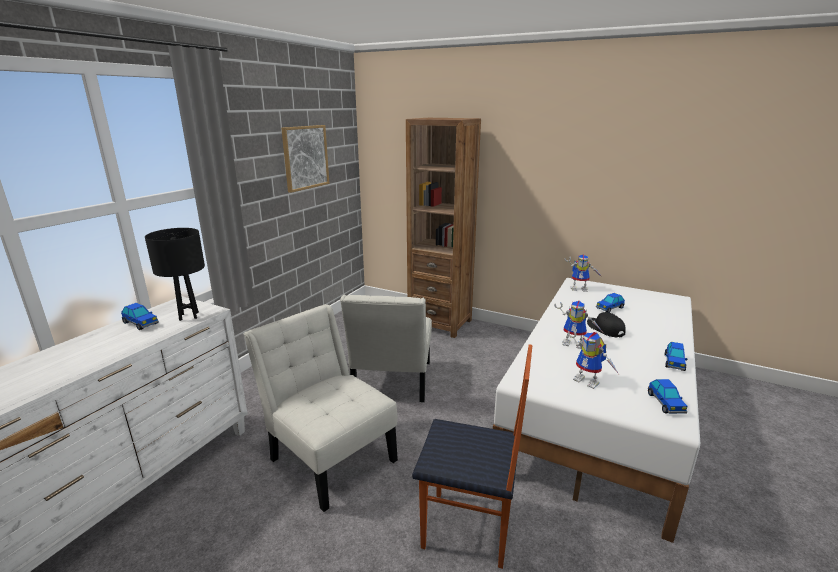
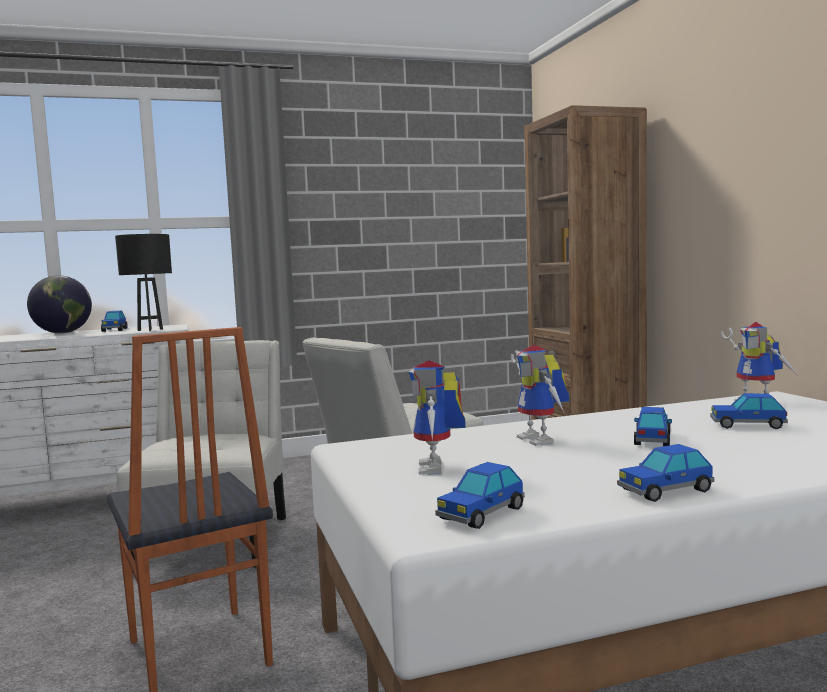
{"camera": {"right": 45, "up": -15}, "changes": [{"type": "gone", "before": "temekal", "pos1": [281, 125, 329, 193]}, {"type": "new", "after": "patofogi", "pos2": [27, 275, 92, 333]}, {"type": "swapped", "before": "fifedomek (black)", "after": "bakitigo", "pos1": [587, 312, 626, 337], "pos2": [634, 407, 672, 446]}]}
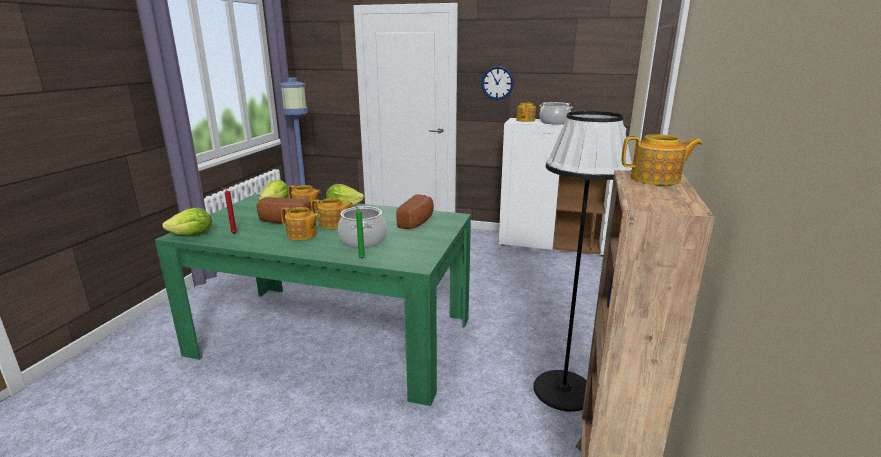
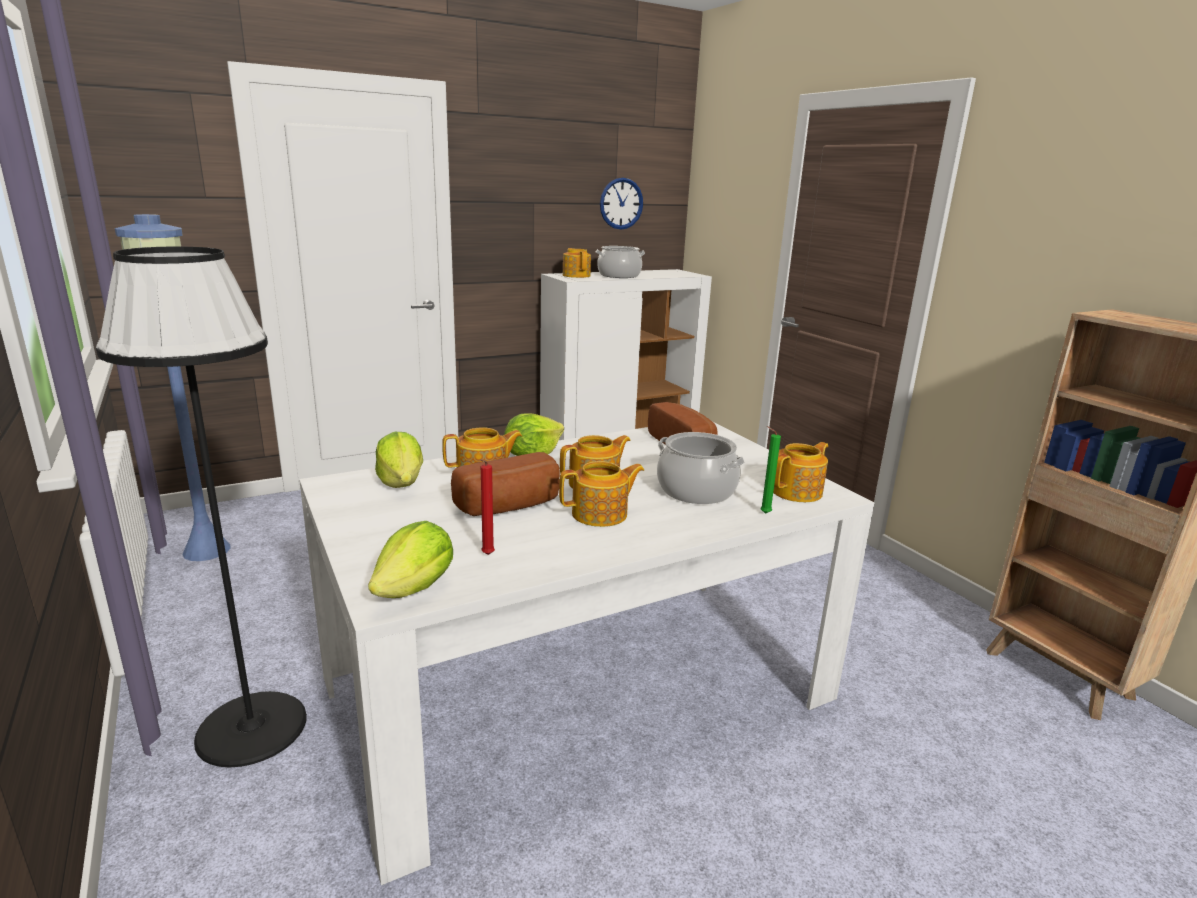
{"camera": {"right": -45, "up": 0}, "changes": [{"type": "shifted", "before": "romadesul", "pos1": [481, 66, 514, 100], "pos2": [600, 178, 643, 230]}, {"type": "shifted", "before": "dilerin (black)", "pos1": [533, 111, 633, 412], "pos2": [96, 247, 307, 768]}, {"type": "shifted", "before": "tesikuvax", "pos1": [621, 134, 702, 185], "pos2": [773, 442, 828, 502]}, {"type": "repainted", "before": "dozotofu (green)", "after": "dozotofu (white)", "pos1": [155, 194, 471, 406], "pos2": [299, 422, 874, 885]}]}
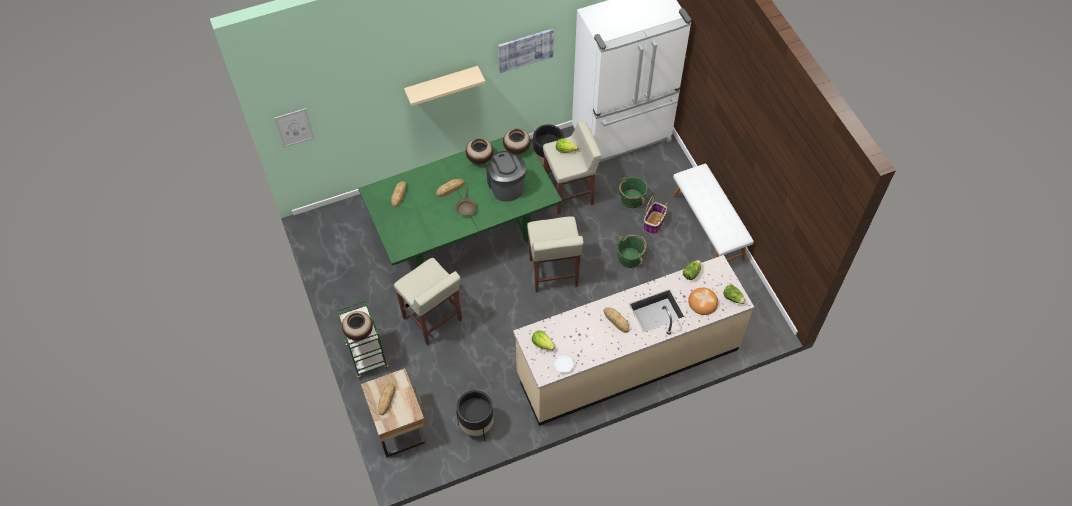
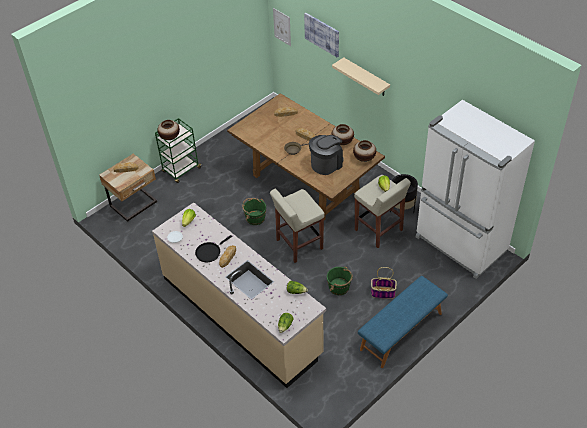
{"camera": {"right": 70, "up": -10}, "changes": [{"type": "gone", "before": "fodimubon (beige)", "pos1": [394, 258, 462, 345]}, {"type": "gone", "before": "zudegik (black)", "pos1": [456, 390, 494, 441]}, {"type": "gone", "before": "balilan", "pos1": [688, 288, 718, 315]}, {"type": "new", "after": "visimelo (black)", "pos2": [195, 235, 232, 262]}, {"type": "shifted", "before": "temekal", "pos1": [498, 28, 554, 73], "pos2": [304, 13, 339, 58]}, {"type": "shifted", "before": "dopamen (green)", "pos1": [619, 177, 647, 208], "pos2": [242, 198, 266, 225]}, {"type": "repainted", "before": "dozotofu (green)", "after": "dozotofu (brown)", "pos1": [358, 137, 562, 267], "pos2": [227, 93, 385, 220]}, {"type": "repainted", "before": "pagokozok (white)", "after": "pagokozok (blue)", "pos1": [673, 164, 754, 261], "pos2": [358, 276, 448, 368]}]}
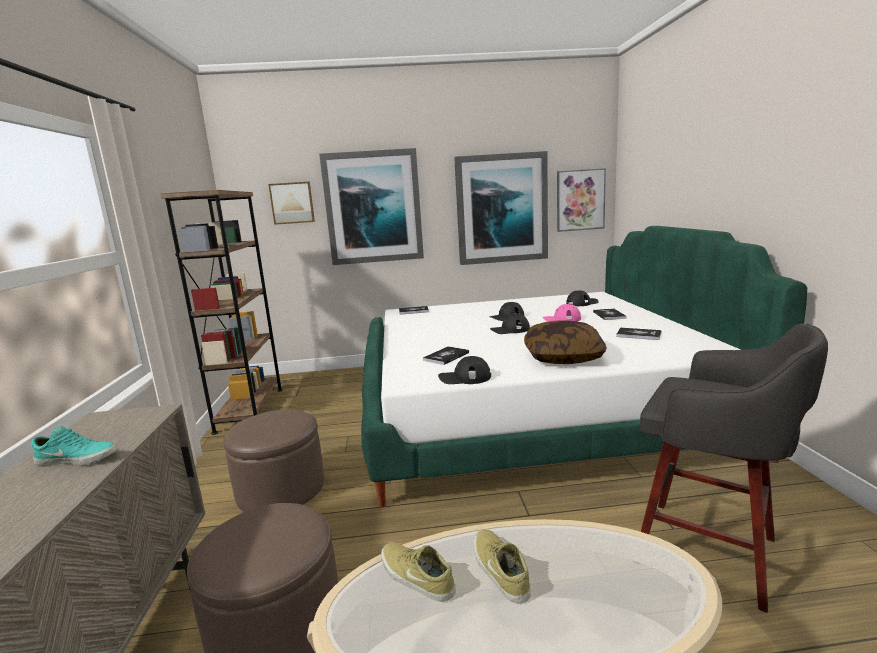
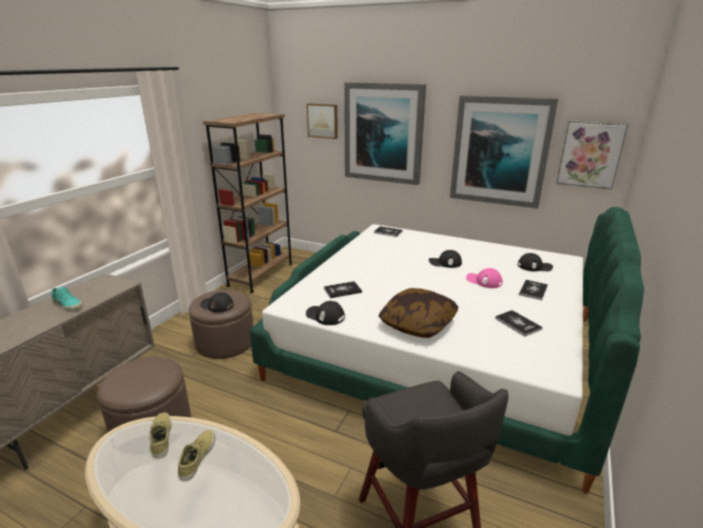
{"camera": {"right": 30, "up": 10}, "changes": [{"type": "shifted", "before": "fifedomek (black)", "pos1": [490, 313, 530, 334], "pos2": [200, 292, 234, 313]}]}
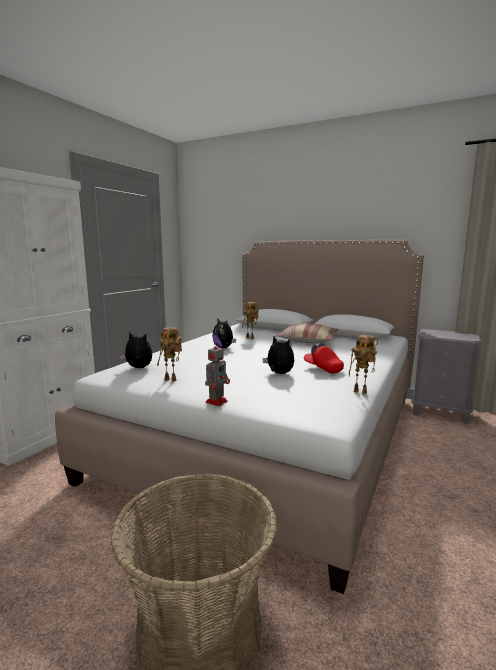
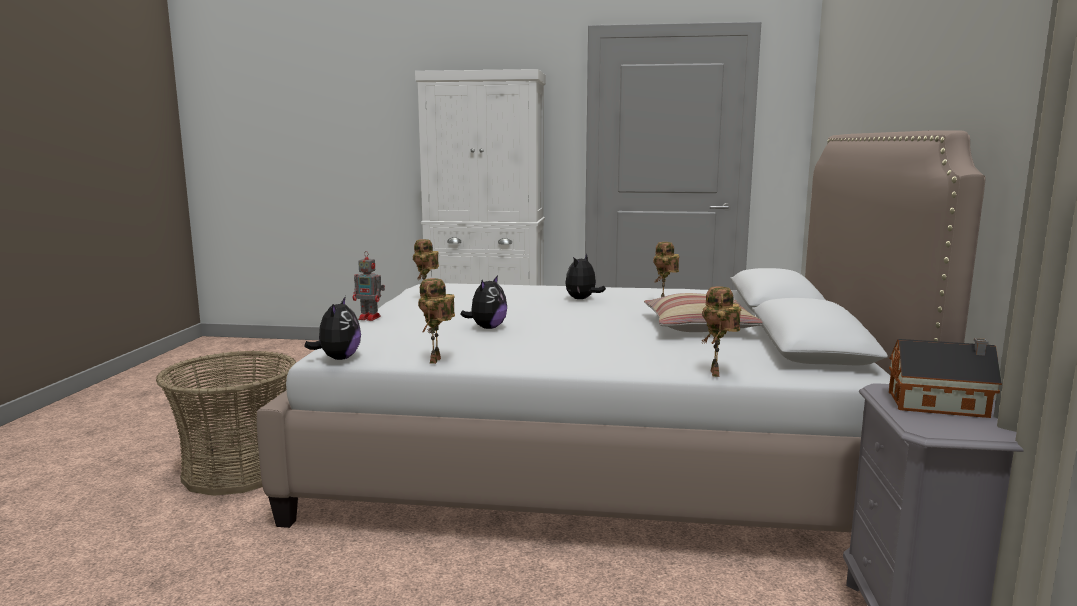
{"camera": {"right": 70, "up": 0}, "changes": [{"type": "gone", "before": "fifedomek (red)", "pos1": [304, 343, 344, 373]}, {"type": "new", "after": "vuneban", "pos2": [701, 286, 741, 377]}, {"type": "new", "after": "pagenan", "pos2": [889, 338, 1002, 418]}, {"type": "shifted", "before": "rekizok", "pos1": [120, 332, 152, 368], "pos2": [304, 296, 361, 360]}]}
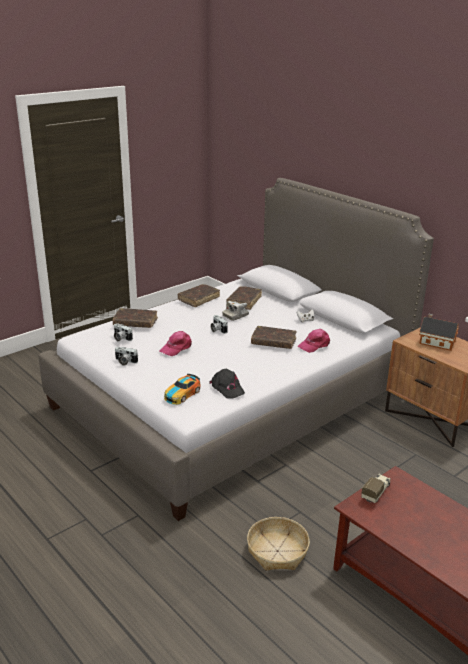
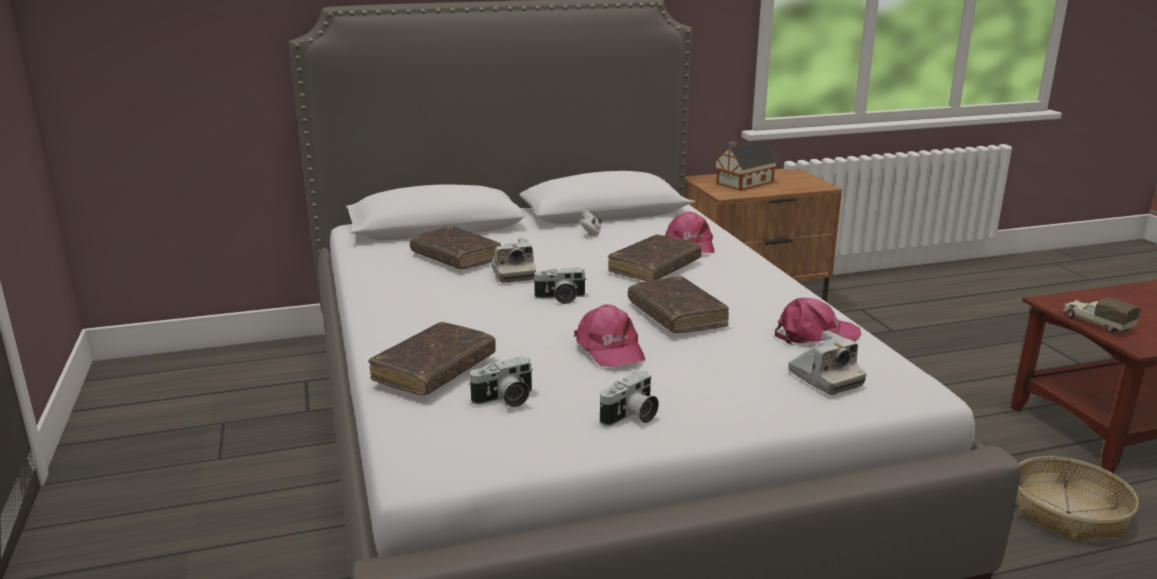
{"camera": {"right": -65, "up": -5}, "changes": [{"type": "shifted", "before": "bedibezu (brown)", "pos1": [178, 284, 220, 307], "pos2": [628, 276, 729, 333]}, {"type": "swapped", "before": "bakitigo", "after": "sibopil", "pos1": [164, 374, 200, 405], "pos2": [788, 330, 866, 395]}, {"type": "repainted", "before": "fifedomek (black)", "after": "fifedomek (pink)", "pos1": [209, 369, 245, 398], "pos2": [775, 298, 862, 345]}]}
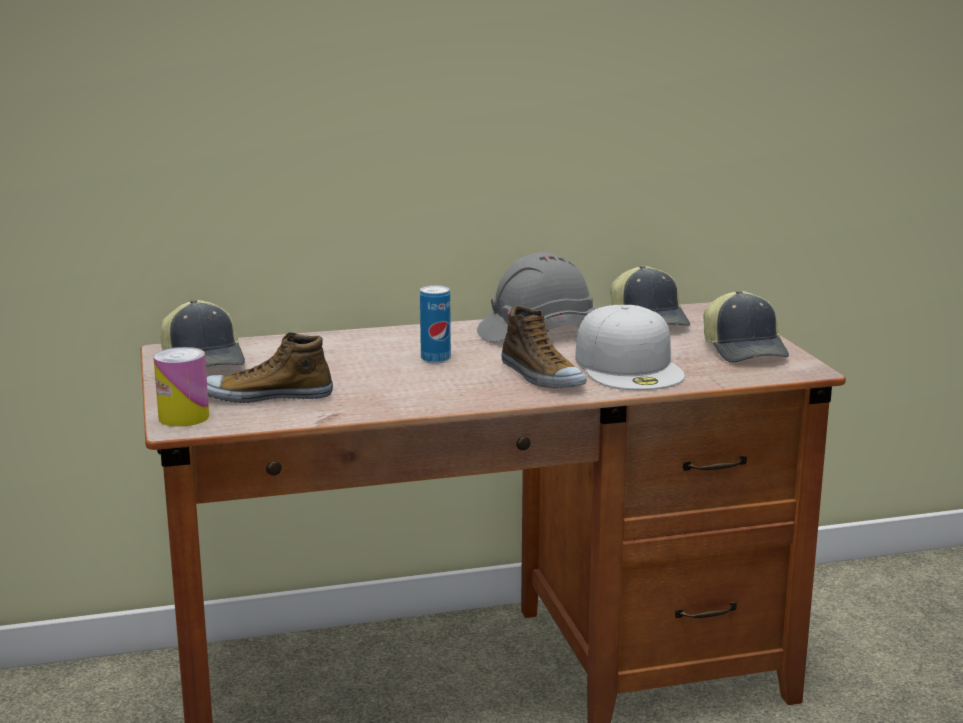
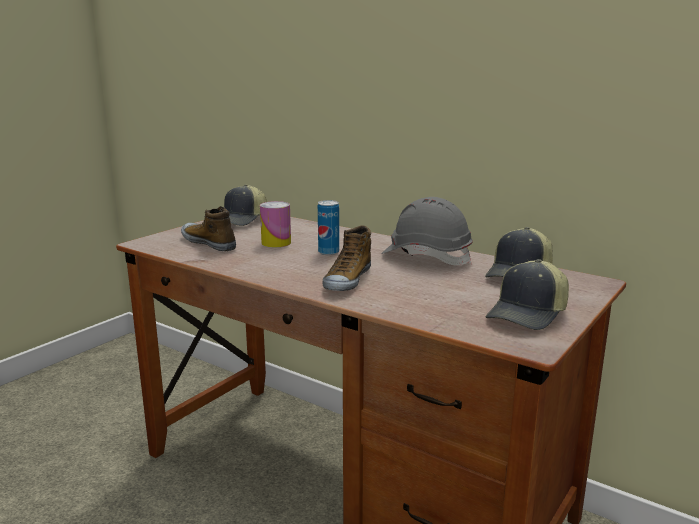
{"camera": {"right": 50, "up": 0}, "changes": [{"type": "gone", "before": "fifedomek (white)", "pos1": [575, 305, 685, 390]}, {"type": "shifted", "before": "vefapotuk", "pos1": [153, 347, 209, 427], "pos2": [260, 201, 291, 247]}]}
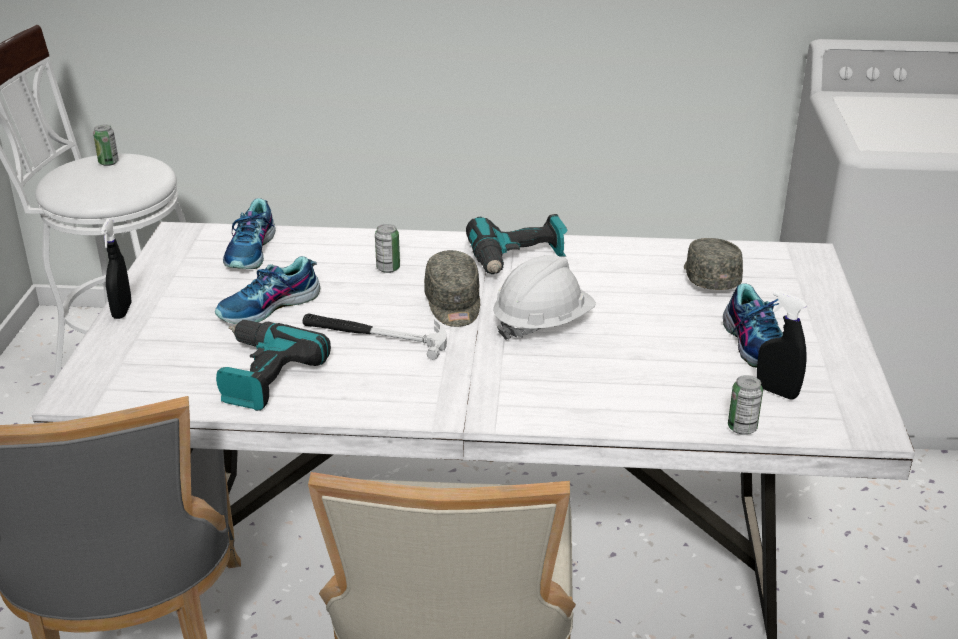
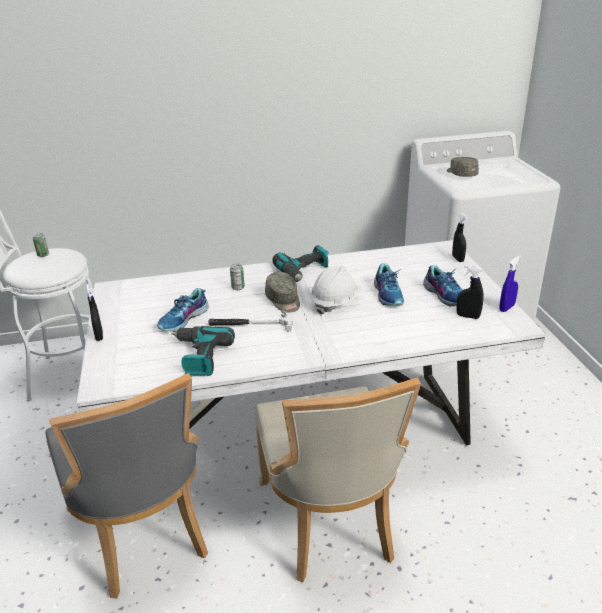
{"camera": {"right": -15, "up": 0}, "changes": [{"type": "gone", "before": "vefapotuk", "pos1": [728, 375, 763, 435]}, {"type": "new", "after": "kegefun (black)", "pos2": [452, 213, 467, 262]}, {"type": "new", "after": "kegefun (blue)", "pos2": [499, 255, 521, 312]}, {"type": "shifted", "before": "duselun", "pos1": [223, 198, 276, 269], "pos2": [374, 263, 404, 305]}, {"type": "shifted", "before": "fifedomek (grey)", "pos1": [684, 238, 743, 290], "pos2": [447, 157, 479, 177]}]}
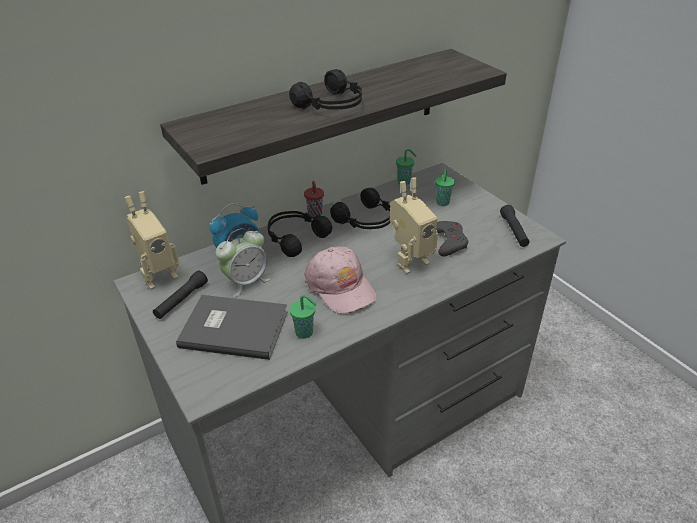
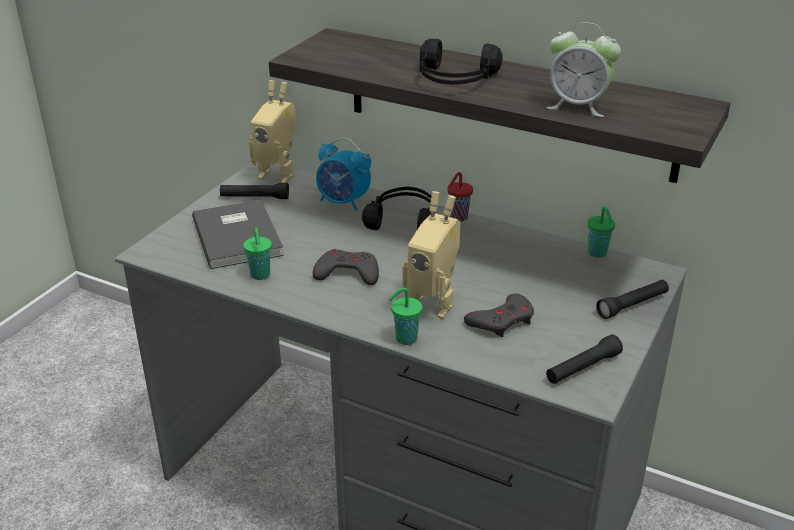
{"camera": {"right": 60, "up": -5}, "changes": [{"type": "gone", "before": "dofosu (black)", "pos1": [330, 188, 390, 229]}, {"type": "new", "after": "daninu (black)", "pos2": [596, 280, 669, 319]}, {"type": "shifted", "before": "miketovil", "pos1": [216, 228, 270, 297], "pos2": [546, 22, 621, 117]}, {"type": "shifted", "before": "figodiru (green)", "pos1": [435, 169, 455, 206], "pos2": [388, 288, 422, 345]}, {"type": "swapped", "before": "fifedomek (pink)", "after": "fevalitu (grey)", "pos1": [304, 246, 377, 314], "pos2": [313, 249, 379, 285]}]}
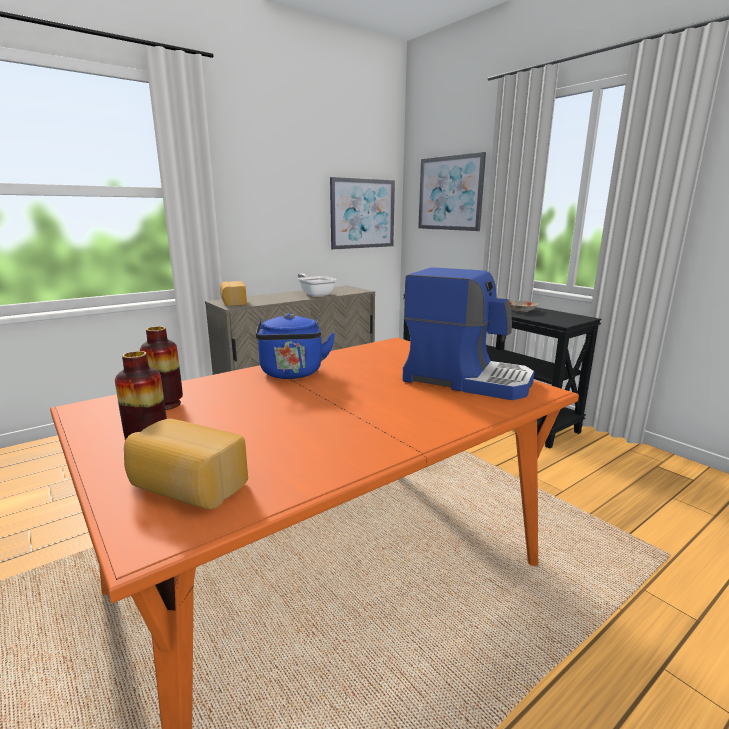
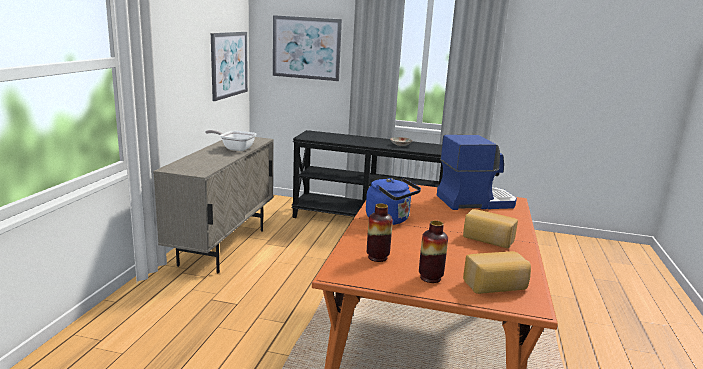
{"camera": {"right": -40, "up": 0}, "changes": [{"type": "shifted", "before": "balilan", "pos1": [220, 281, 247, 306], "pos2": [463, 209, 518, 248]}]}
